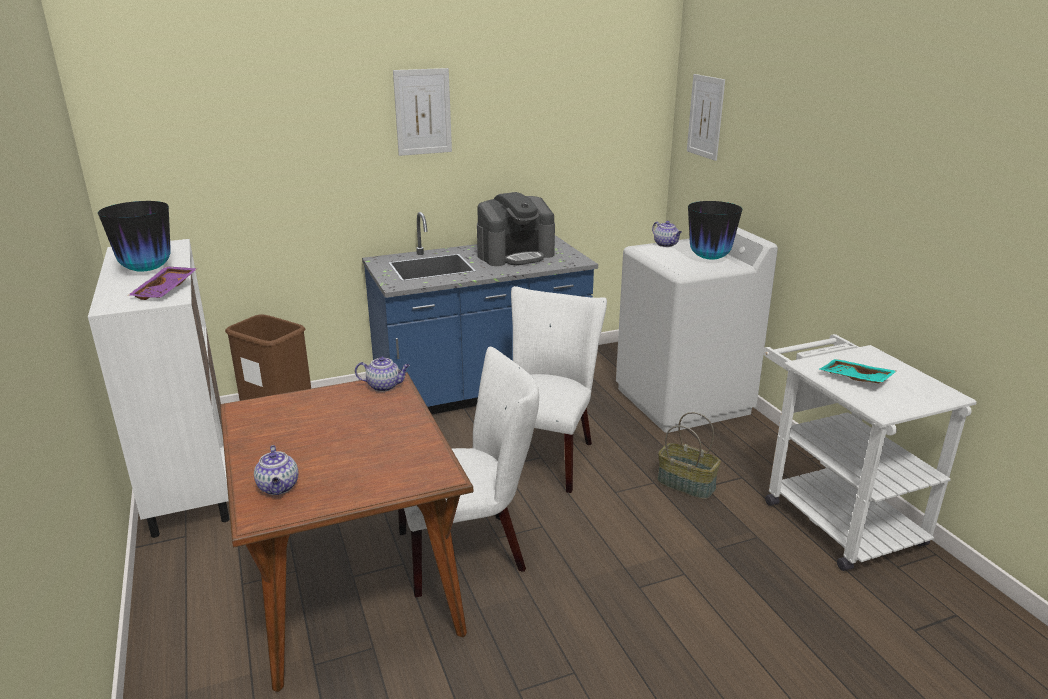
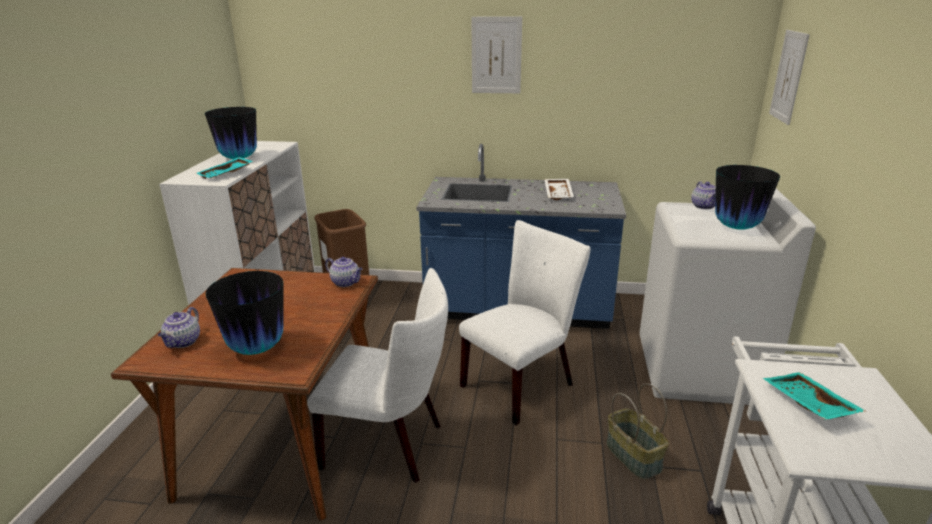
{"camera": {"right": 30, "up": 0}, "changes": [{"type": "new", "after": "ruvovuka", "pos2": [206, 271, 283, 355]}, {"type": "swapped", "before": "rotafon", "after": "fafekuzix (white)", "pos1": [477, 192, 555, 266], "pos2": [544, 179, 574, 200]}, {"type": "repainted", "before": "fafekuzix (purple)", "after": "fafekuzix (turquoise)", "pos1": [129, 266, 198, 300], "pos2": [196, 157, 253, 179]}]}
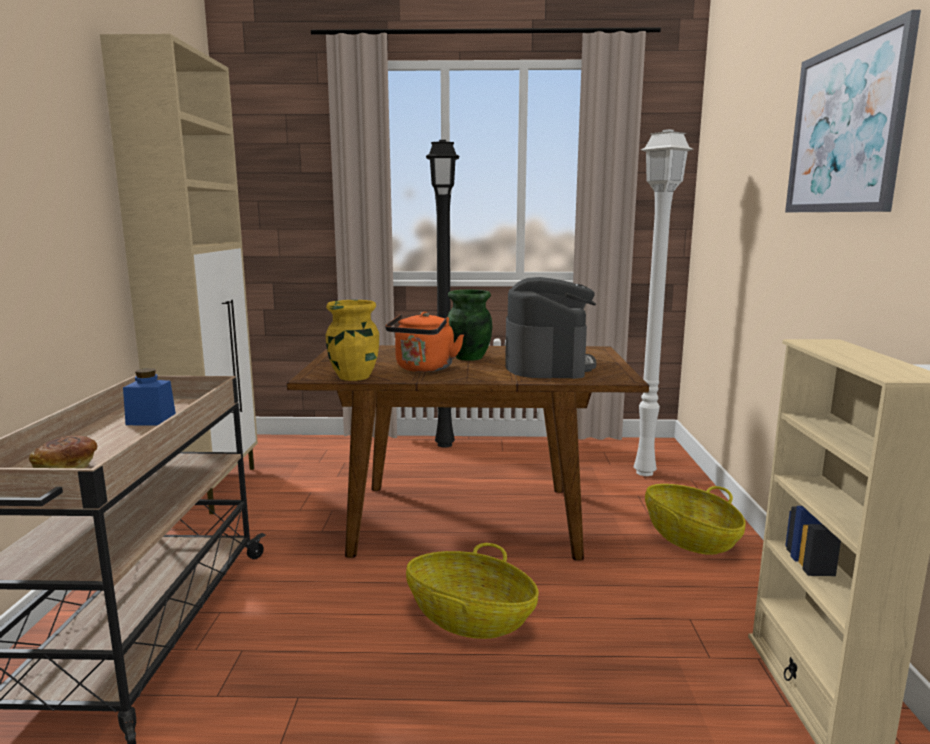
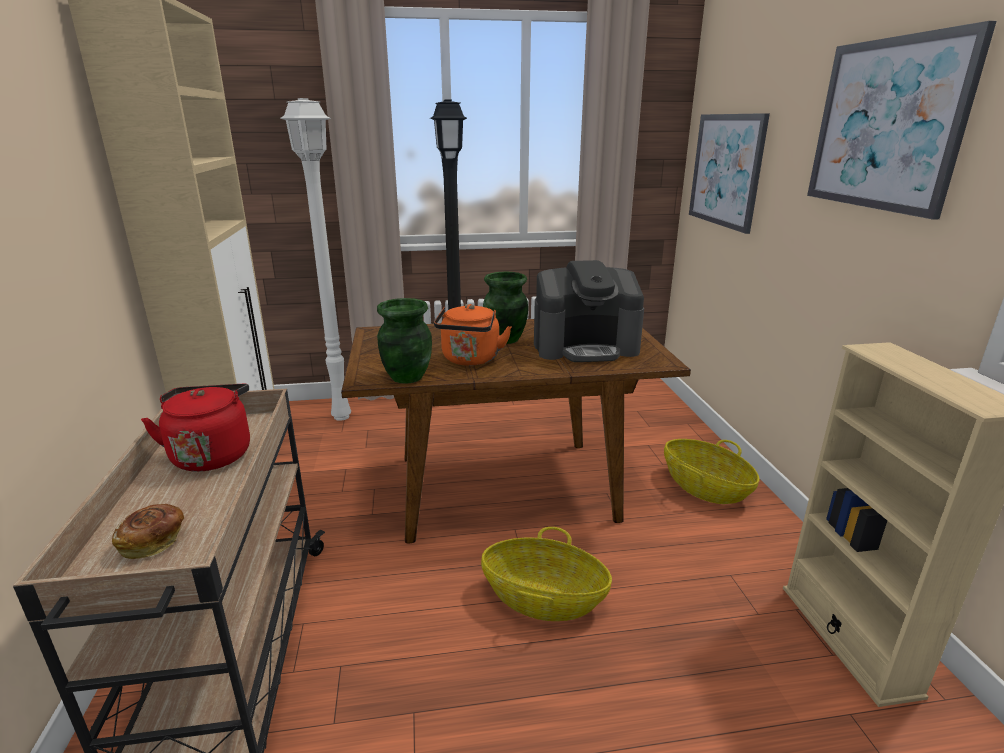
{"camera": {"right": -10, "up": 10}, "changes": [{"type": "new", "after": "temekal", "pos2": [689, 113, 770, 234]}, {"type": "shifted", "before": "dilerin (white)", "pos1": [634, 129, 693, 476], "pos2": [280, 98, 351, 421]}, {"type": "swapped", "before": "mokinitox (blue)", "after": "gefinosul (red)", "pos1": [123, 368, 176, 426], "pos2": [141, 384, 250, 472]}, {"type": "repainted", "before": "ruvovuka (yellow)", "after": "ruvovuka (green)", "pos1": [326, 300, 379, 381], "pos2": [377, 298, 432, 384]}, {"type": "rotated", "before": "rotafon", "pos1": [505, 277, 596, 379], "pos2": [534, 260, 644, 362], "turn": 90}]}
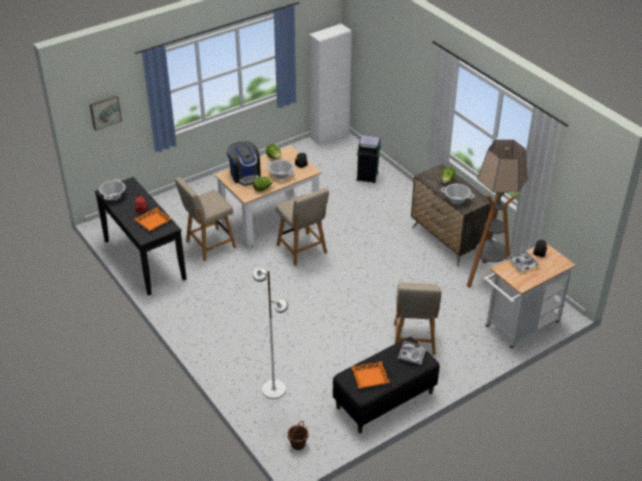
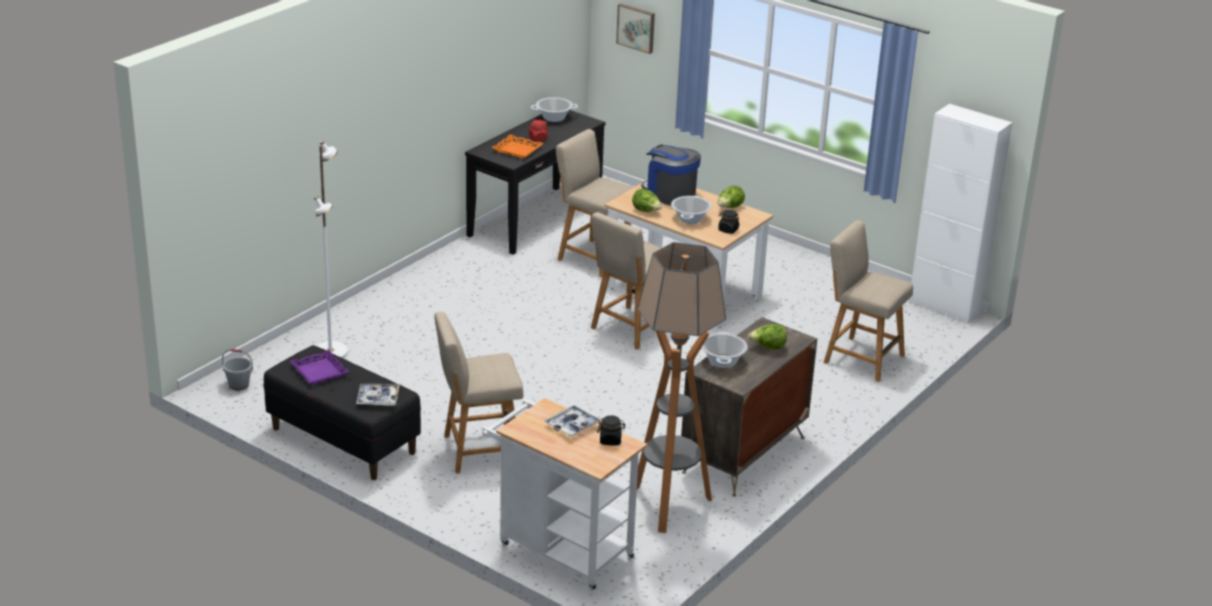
{"camera": {"right": 70, "up": -10}, "changes": [{"type": "swapped", "before": "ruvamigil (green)", "after": "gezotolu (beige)", "pos1": [357, 135, 381, 183], "pos2": [823, 220, 913, 382]}, {"type": "repainted", "before": "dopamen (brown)", "after": "dopamen (grey)", "pos1": [287, 421, 308, 450], "pos2": [222, 349, 253, 391]}, {"type": "repainted", "before": "fafekuzix (orange)", "after": "fafekuzix (purple)", "pos1": [351, 361, 390, 388], "pos2": [290, 350, 349, 384]}, {"type": "rotated", "before": "rotafon", "pos1": [226, 142, 261, 186], "pos2": [641, 145, 701, 206], "turn": 90}]}
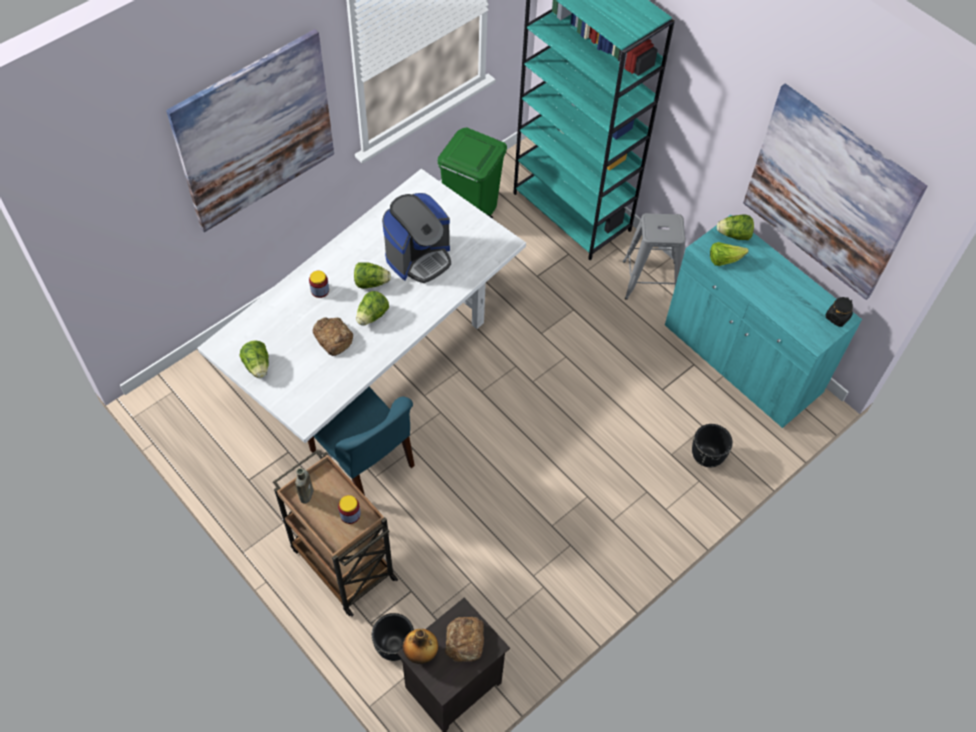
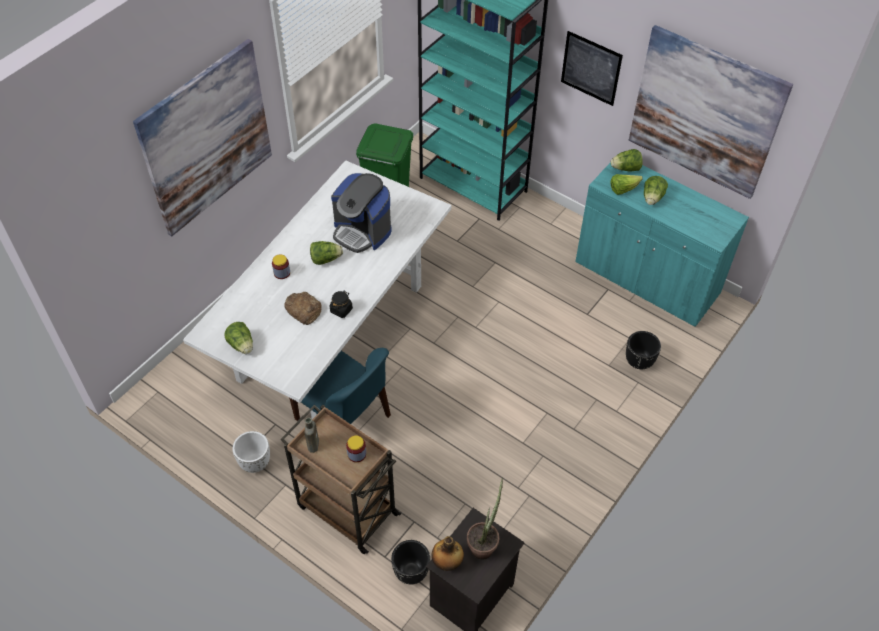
{"camera": {"right": -10, "up": -5}, "changes": [{"type": "gone", "before": "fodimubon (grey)", "pos1": [623, 213, 686, 300]}, {"type": "new", "after": "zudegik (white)", "pos2": [233, 431, 270, 473]}, {"type": "new", "after": "temekal", "pos2": [561, 31, 623, 106]}, {"type": "shifted", "before": "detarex", "pos1": [356, 291, 389, 325], "pos2": [644, 176, 668, 205]}, {"type": "shifted", "before": "mokinitox (black)", "pos1": [825, 297, 853, 327], "pos2": [330, 291, 353, 318]}, {"type": "swapped", "before": "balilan", "after": "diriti", "pos1": [445, 617, 484, 662], "pos2": [467, 478, 503, 560]}, {"type": "rotated", "before": "rotafon", "pos1": [382, 193, 451, 283], "pos2": [331, 173, 391, 253], "turn": 90}]}
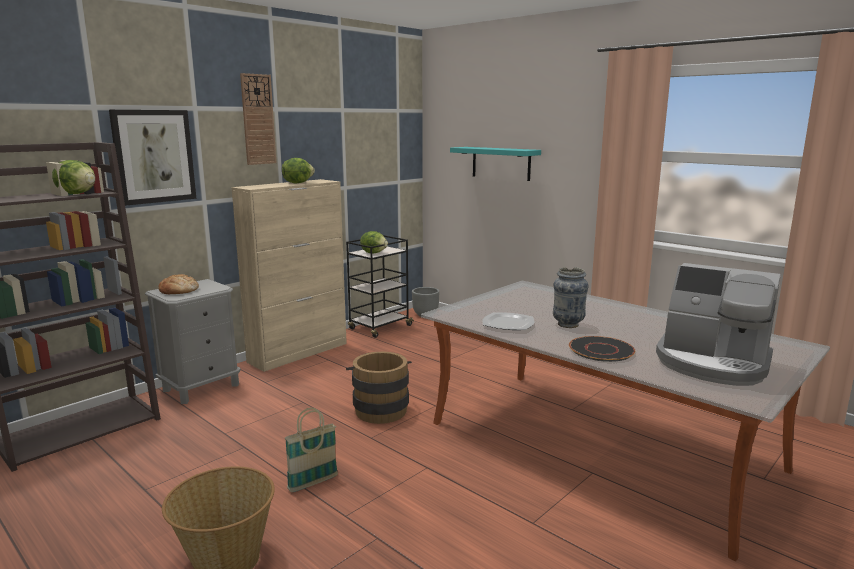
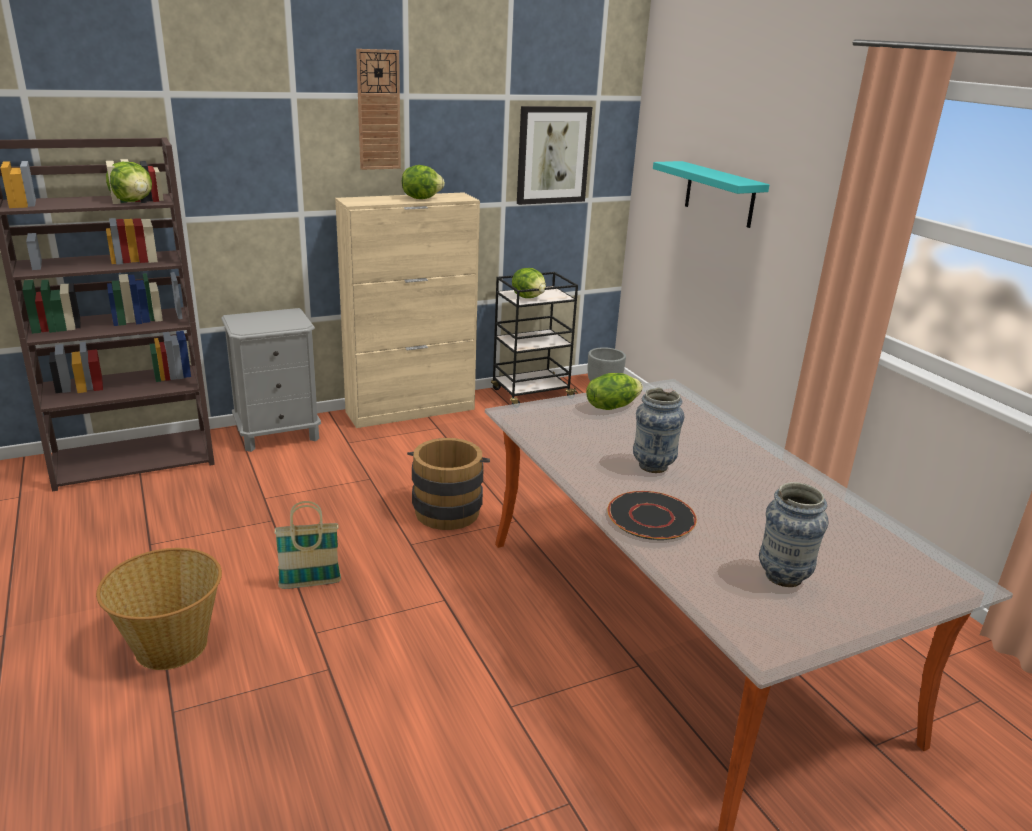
{"camera": {"right": 20, "up": 10}, "changes": [{"type": "gone", "before": "balilan", "pos1": [158, 274, 199, 294]}, {"type": "gone", "before": "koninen", "pos1": [483, 312, 534, 330]}, {"type": "new", "after": "detarex", "pos2": [586, 373, 643, 410]}, {"type": "shifted", "before": "temekal", "pos1": [109, 110, 197, 206], "pos2": [517, 106, 592, 205]}, {"type": "swapped", "before": "rotafon", "after": "ruvovuka", "pos1": [656, 263, 781, 386], "pos2": [759, 482, 829, 587]}]}
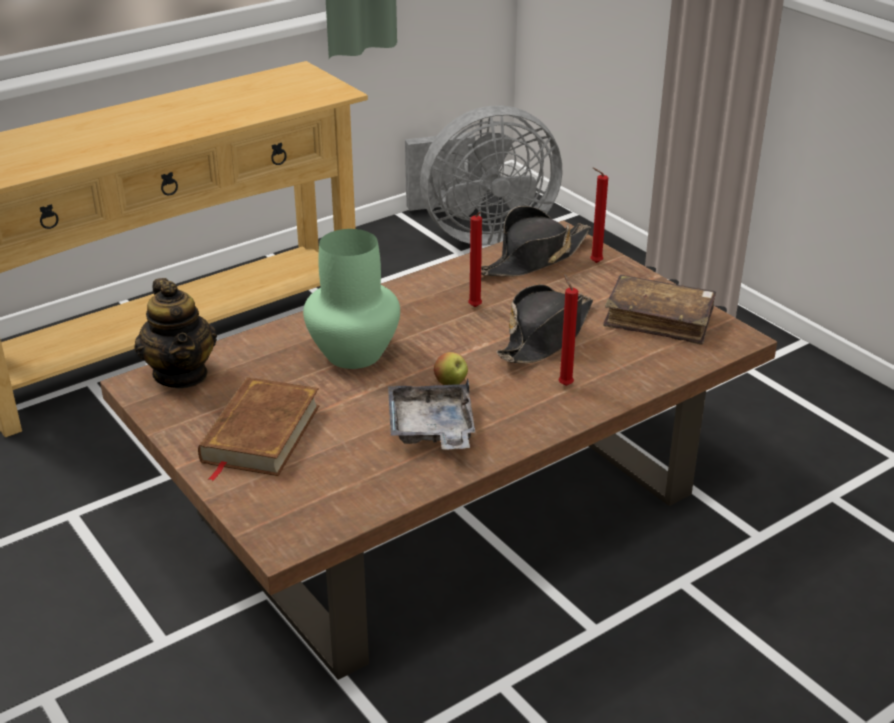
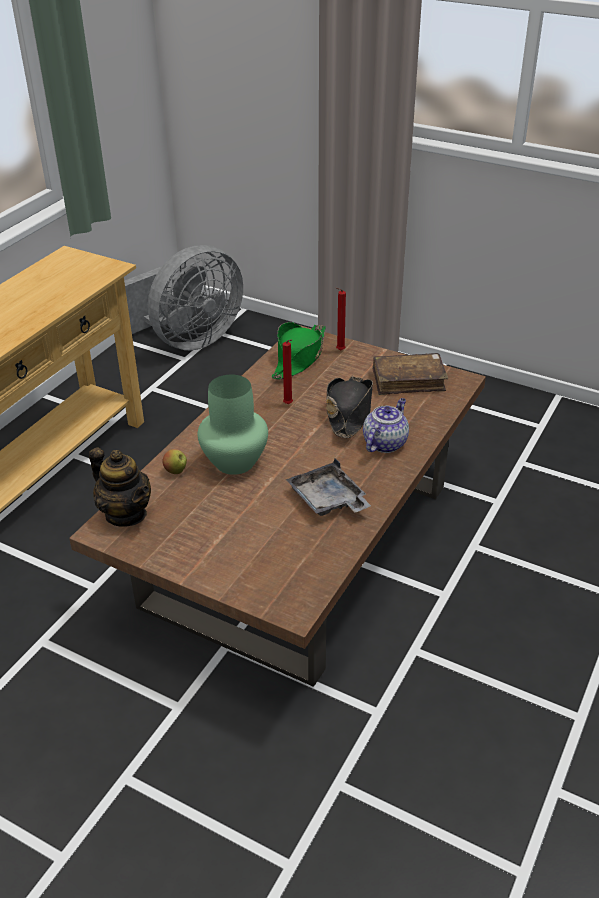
{"camera": {"right": -25, "up": 5}, "changes": [{"type": "gone", "before": "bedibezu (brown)", "pos1": [198, 377, 320, 481]}, {"type": "shifted", "before": "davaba", "pos1": [434, 352, 468, 385], "pos2": [162, 449, 187, 474]}, {"type": "swapped", "before": "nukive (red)", "after": "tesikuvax", "pos1": [559, 274, 578, 386], "pos2": [363, 398, 409, 453]}, {"type": "repainted", "before": "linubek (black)", "after": "linubek (green)", "pos1": [481, 206, 591, 277], "pos2": [272, 322, 326, 380]}]}
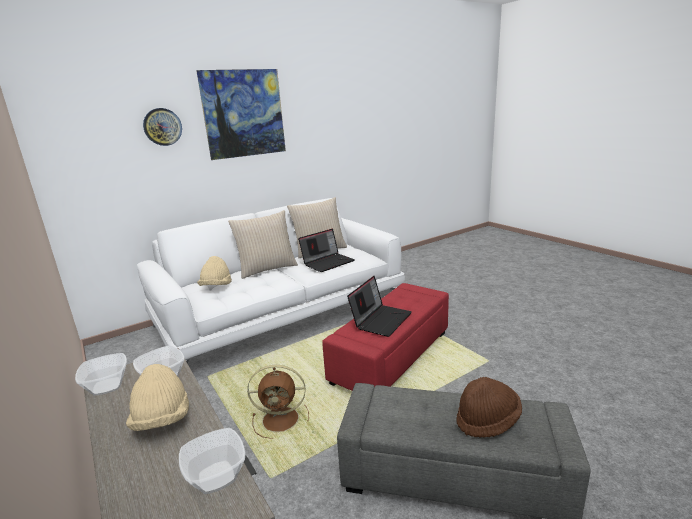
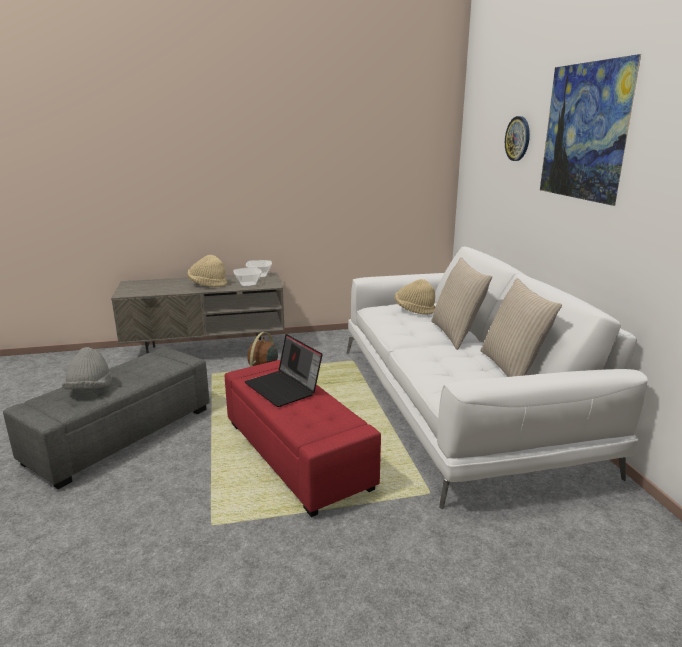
{"camera": {"right": 110, "up": 0}, "changes": [{"type": "gone", "before": "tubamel", "pos1": [179, 428, 246, 494]}, {"type": "gone", "before": "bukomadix", "pos1": [298, 229, 355, 272]}, {"type": "repainted", "before": "linubek (brown)", "after": "linubek (grey)", "pos1": [456, 377, 522, 438], "pos2": [62, 347, 112, 389]}]}
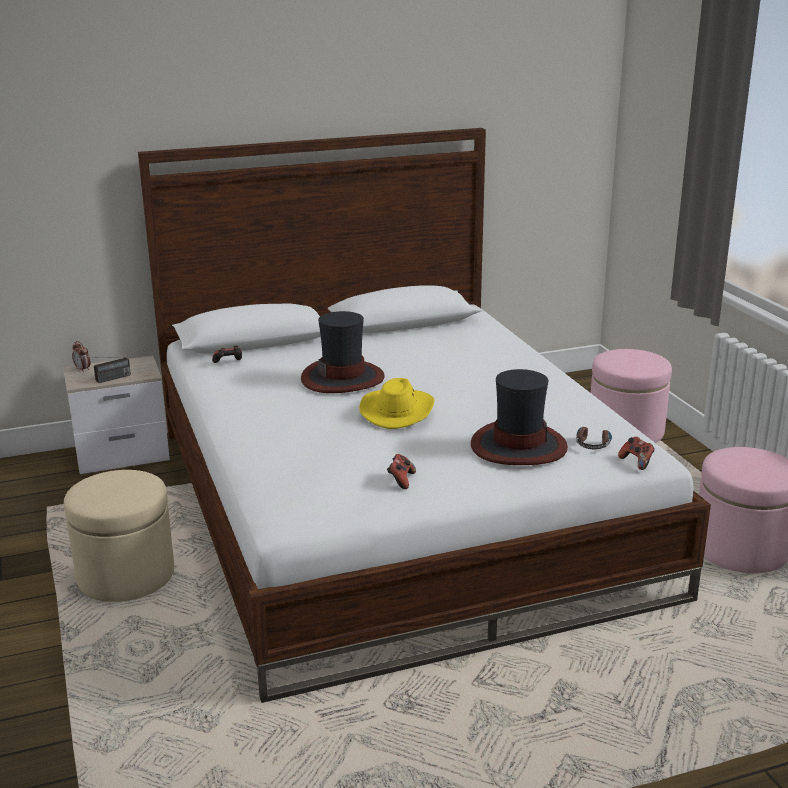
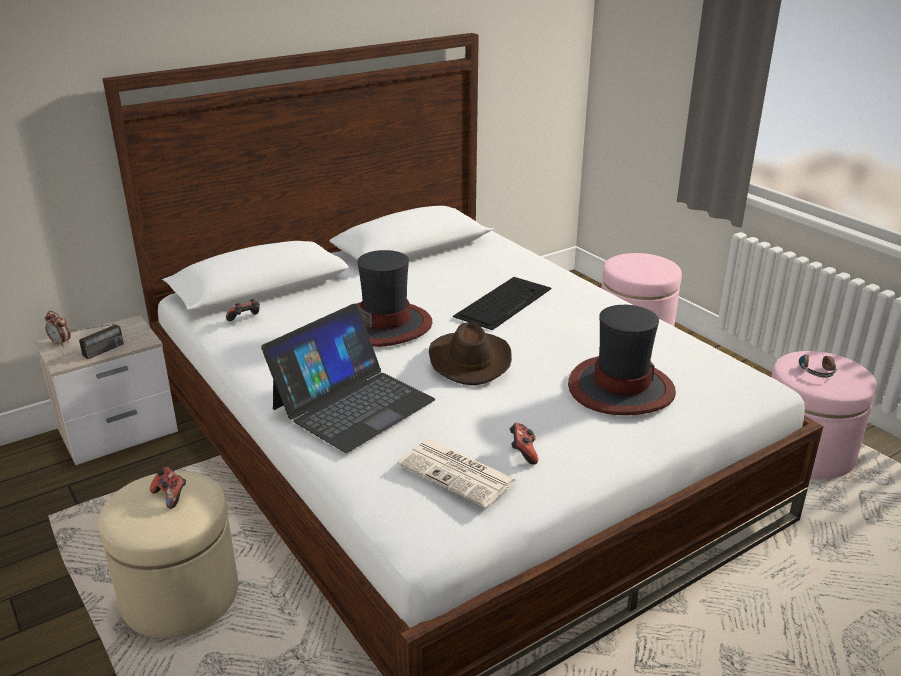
{"camera": {"right": -15, "up": 5}, "changes": [{"type": "new", "after": "bukomadix", "pos2": [261, 303, 435, 453]}, {"type": "new", "after": "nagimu", "pos2": [397, 439, 517, 507]}, {"type": "new", "after": "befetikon", "pos2": [453, 277, 552, 330]}, {"type": "shifted", "before": "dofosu", "pos1": [576, 427, 612, 449], "pos2": [799, 353, 837, 377]}, {"type": "shifted", "before": "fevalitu", "pos1": [618, 437, 655, 470], "pos2": [150, 466, 186, 509]}, {"type": "repainted", "before": "linubek (yellow)", "after": "linubek (brown)", "pos1": [359, 378, 434, 429], "pos2": [429, 322, 512, 385]}]}
